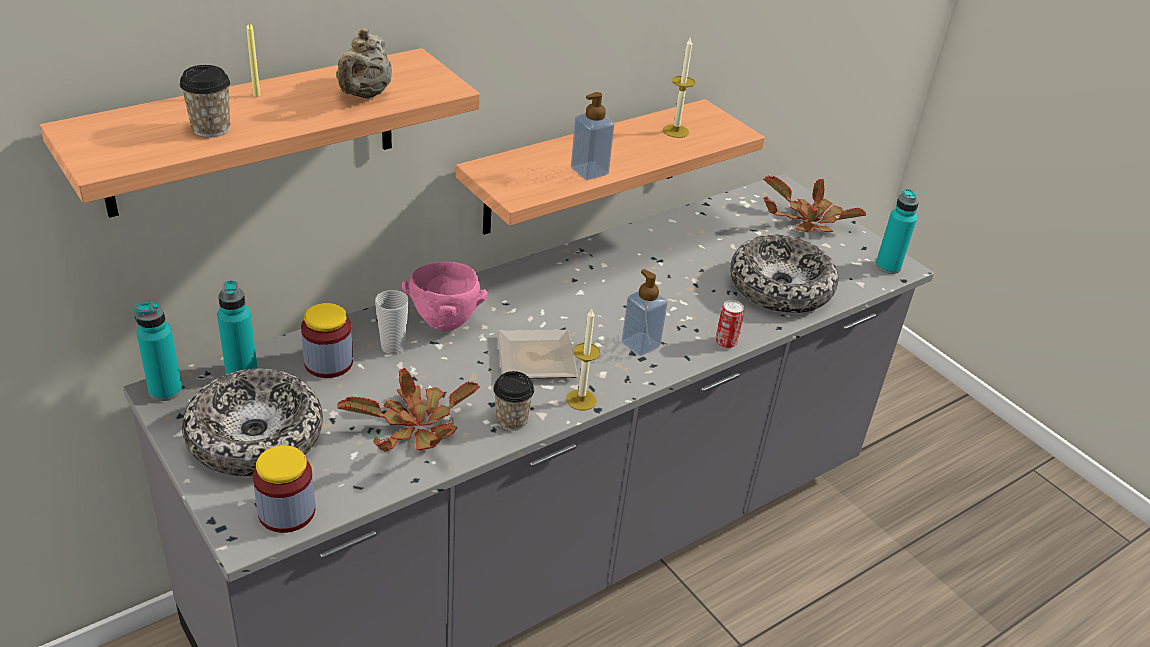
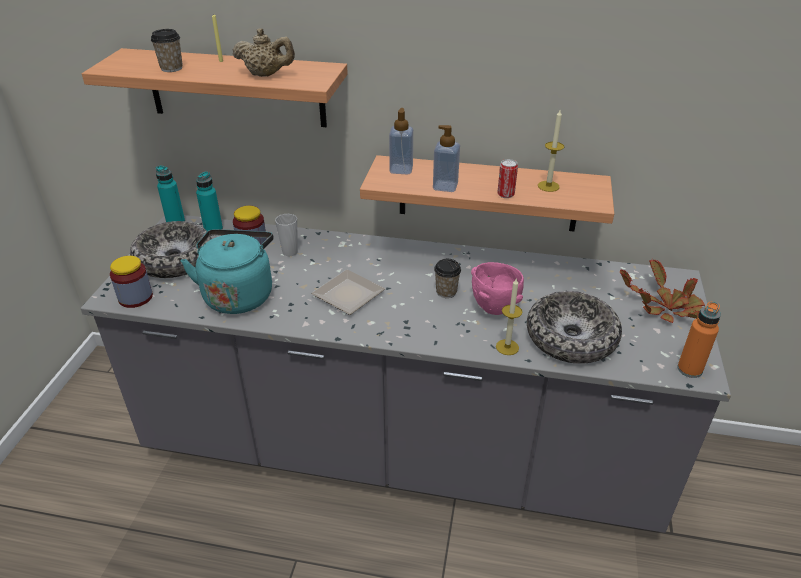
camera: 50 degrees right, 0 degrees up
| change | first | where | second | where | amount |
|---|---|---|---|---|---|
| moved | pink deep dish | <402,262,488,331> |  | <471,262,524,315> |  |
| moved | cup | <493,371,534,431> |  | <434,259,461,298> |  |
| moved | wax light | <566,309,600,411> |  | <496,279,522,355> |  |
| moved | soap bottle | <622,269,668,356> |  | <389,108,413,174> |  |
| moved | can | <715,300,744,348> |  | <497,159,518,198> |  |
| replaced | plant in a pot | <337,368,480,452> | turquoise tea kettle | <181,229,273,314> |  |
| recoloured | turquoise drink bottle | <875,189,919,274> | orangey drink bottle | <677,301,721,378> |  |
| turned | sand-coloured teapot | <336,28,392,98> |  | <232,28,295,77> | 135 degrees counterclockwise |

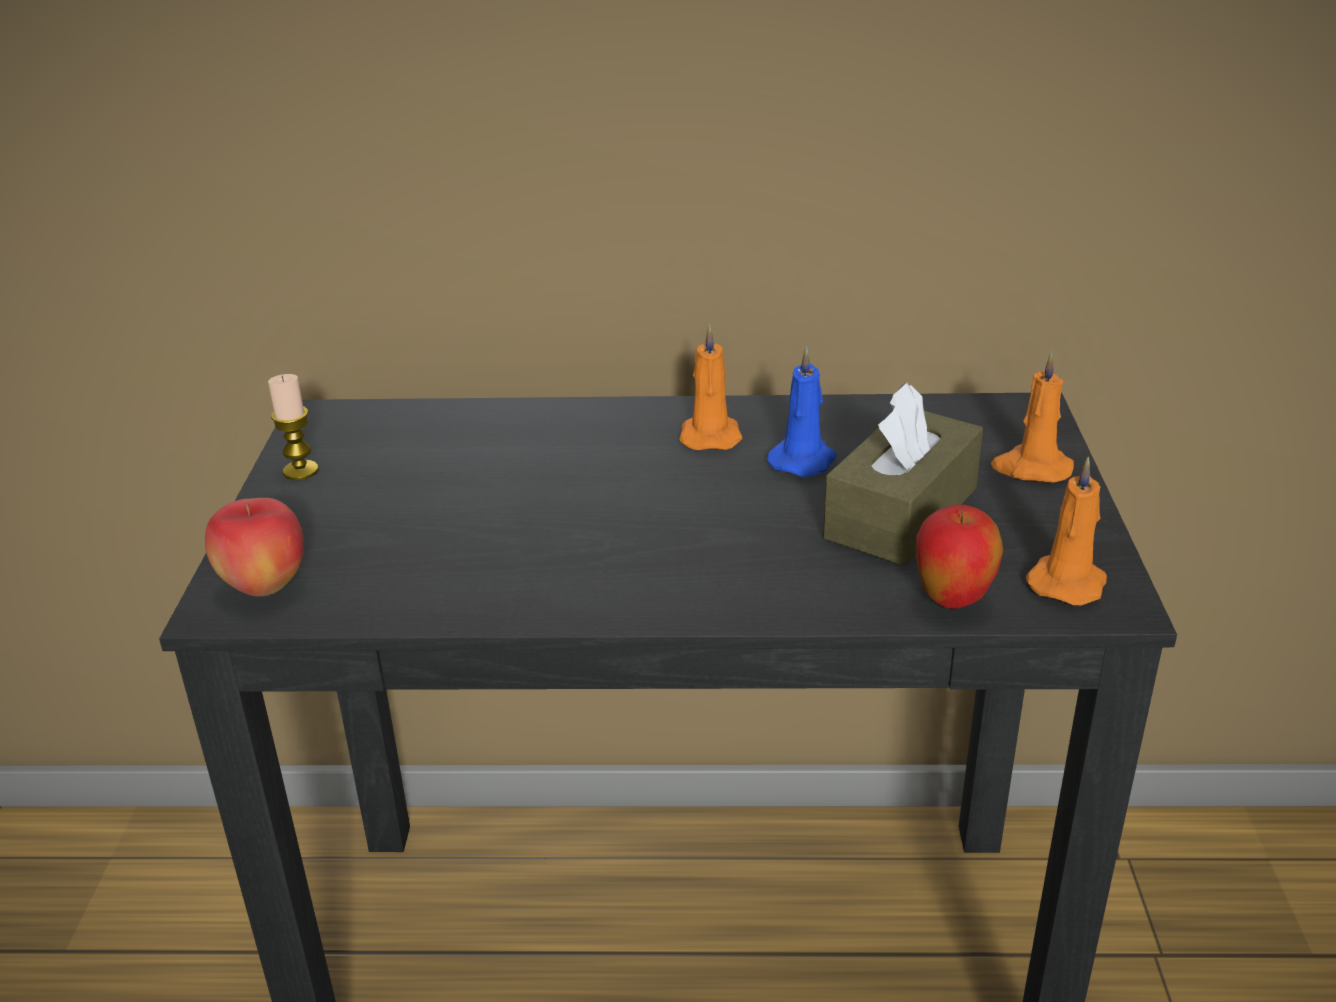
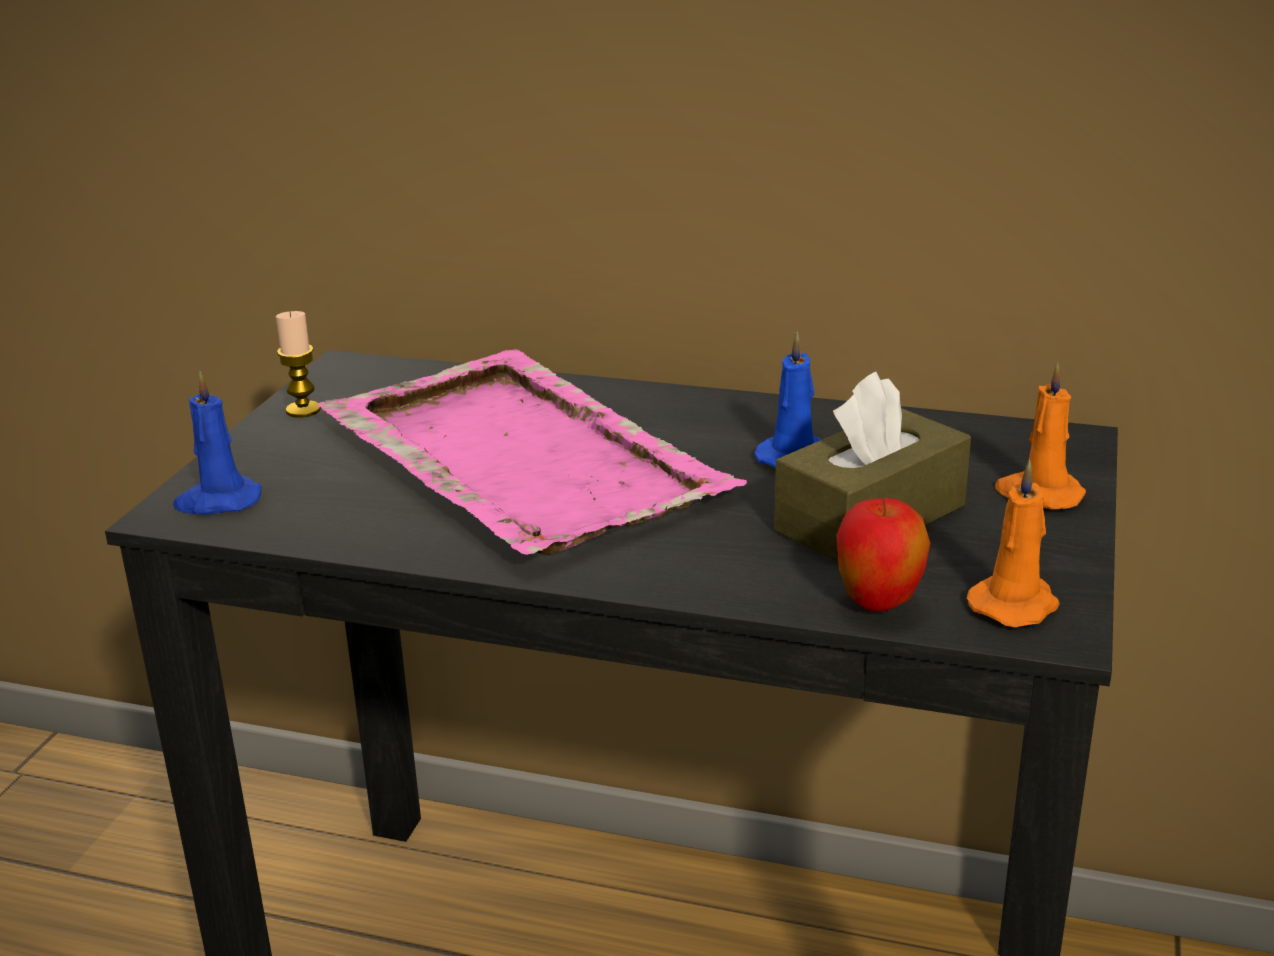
camera: 15 degrees right, 5 degrees down
| change | first | where | second | where | amount |
|---|---|---|---|---|---|
| removed | orangey wax light | <679,324,742,450> |  |  |  |
| added |  |  | pink serving tray | <317,349,747,555> |  |
| replaced | whole apple | <205,498,304,597> | blue wax light | <173,371,262,515> |  |

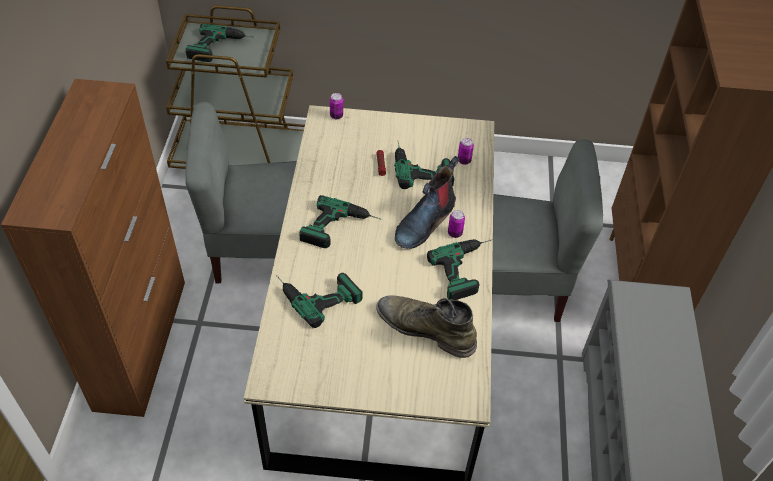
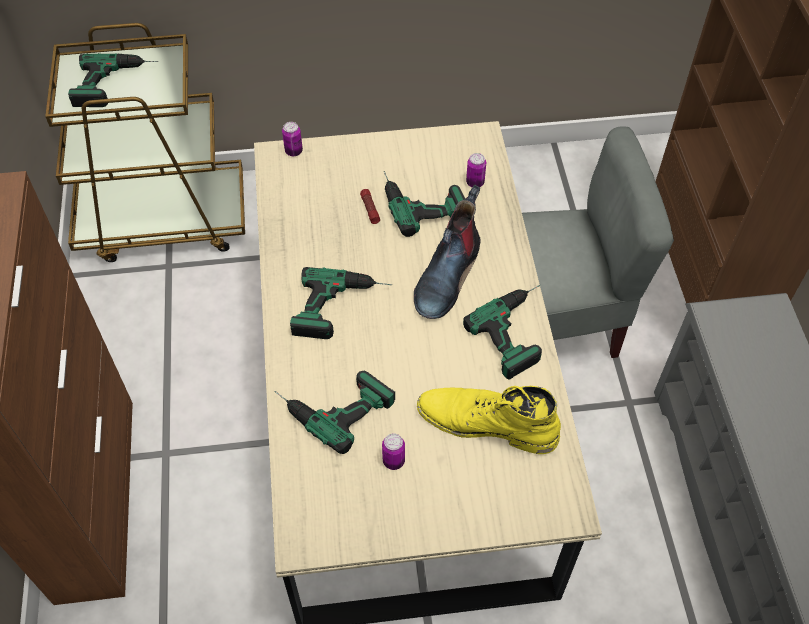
camera: 10 degrees left, 5 degrees up
| change | first | where | second | where | amount |
|---|---|---|---|---|---|
| removed | gray chair | <185,102,297,284> |  |  |  |
| moved | can | <448,210,465,238> |  | <382,433,405,470> |  |
| recoloured | green-coloured high-top boot | <376,295,477,358> | yellowish high-top boot | <417,386,561,454> |  |

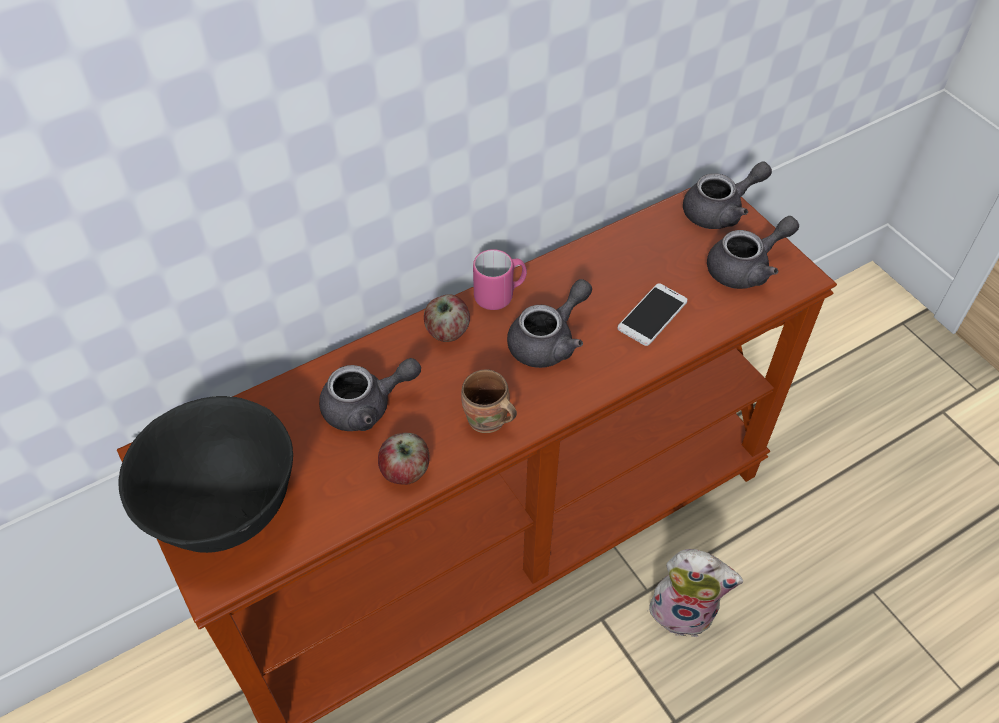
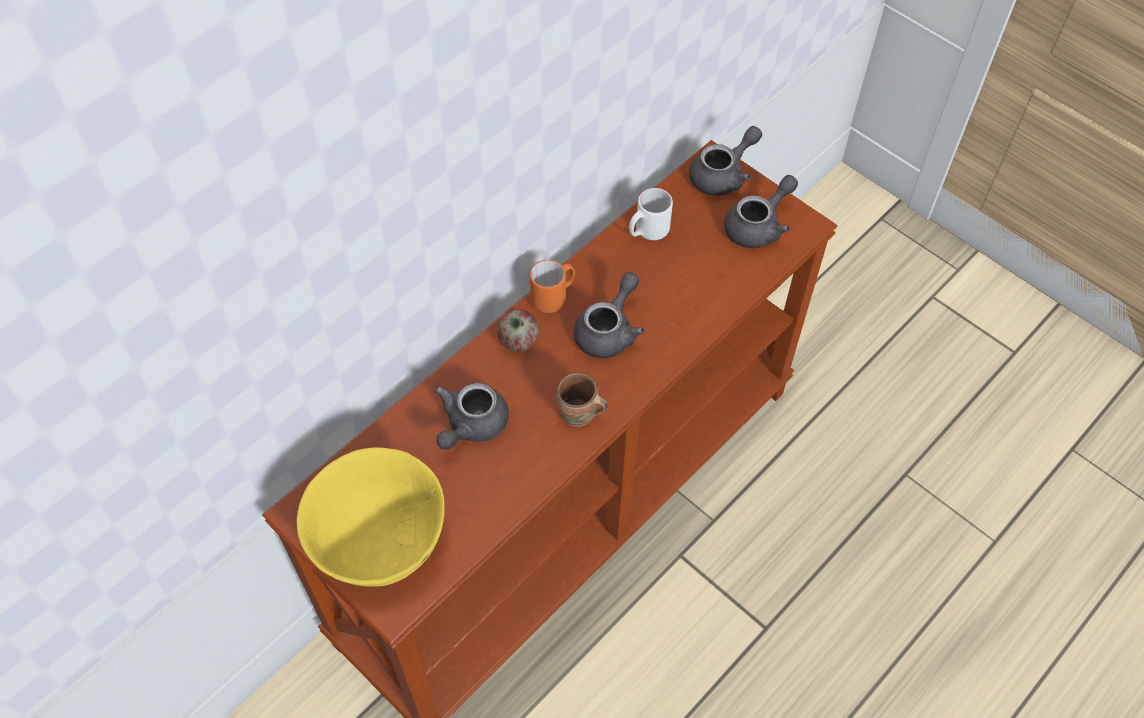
camera: 15 degrees left, 5 degrees up
| change | first | where | second | where | amount |
|---|---|---|---|---|---|
| removed | whole apple | <378,433,429,485> |  |  |  |
| removed | handset | <617,283,688,346> |  |  |  |
| removed | plush toy | <649,549,743,637> |  |  |  |
| added |  |  | whitish mug | <629,188,673,240> |  |
| recoloured | black deep dish | <118,396,293,553> | yellowish deep dish | <297,447,445,587> |  |
| recoloured | pink mug | <473,249,527,310> | orangey mug | <530,260,575,313> |  |
| turned | gray teapot | <319,358,421,431> |  | <434,383,509,450> | 150 degrees clockwise |

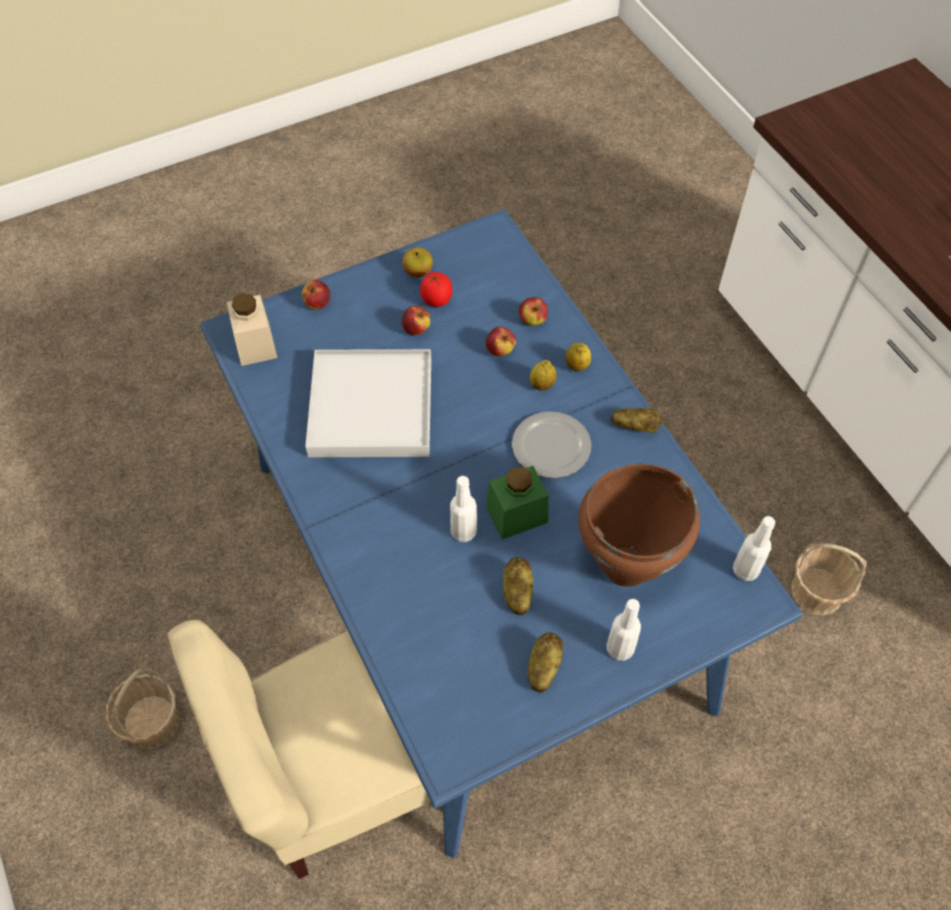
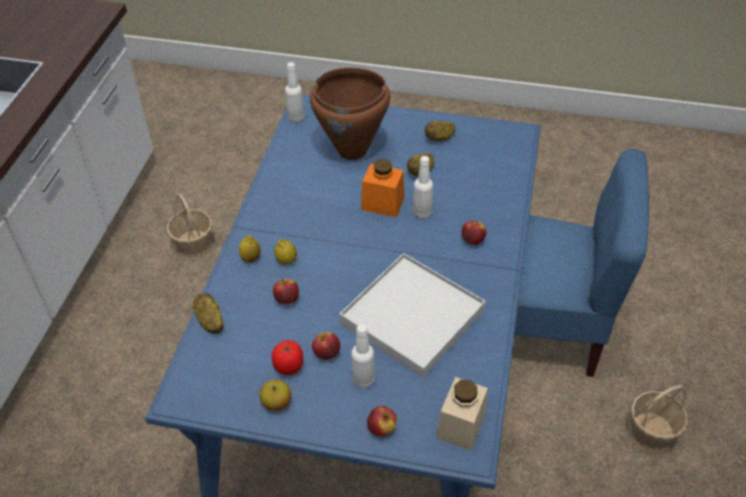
camera: 140 degrees left, 10 degrees down
| change | first | where | second | where | amount |
|---|---|---|---|---|---|
| removed | dinner plate | <512,412,591,478> |  |  |  |
| moved | whole apple | <519,297,548,326> |  | <461,220,487,245> |  |
| moved | whitish drink bottle | <606,599,641,661> |  | <351,324,375,388> |  |
| moved | spud | <611,408,663,433> |  | <193,293,224,334> |  |
| recoloured | sand-coloured chair | <168,620,431,879> | blue chair | <514,149,650,377> |  |
| recoloured | green-coloured storage jar | <486,466,549,539> | orangey storage jar | <361,159,404,217> |  |

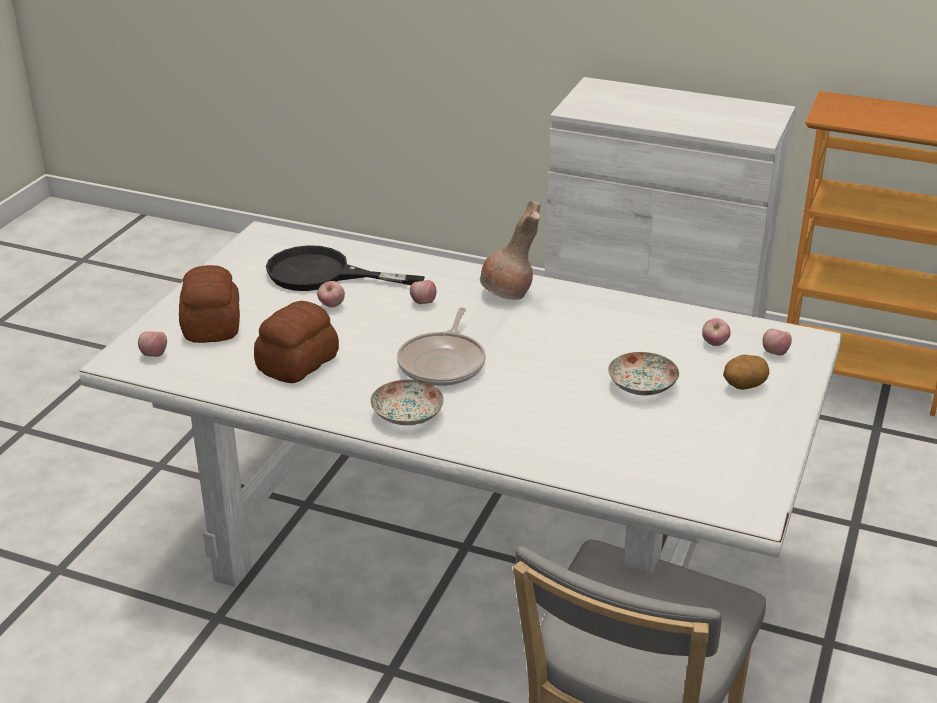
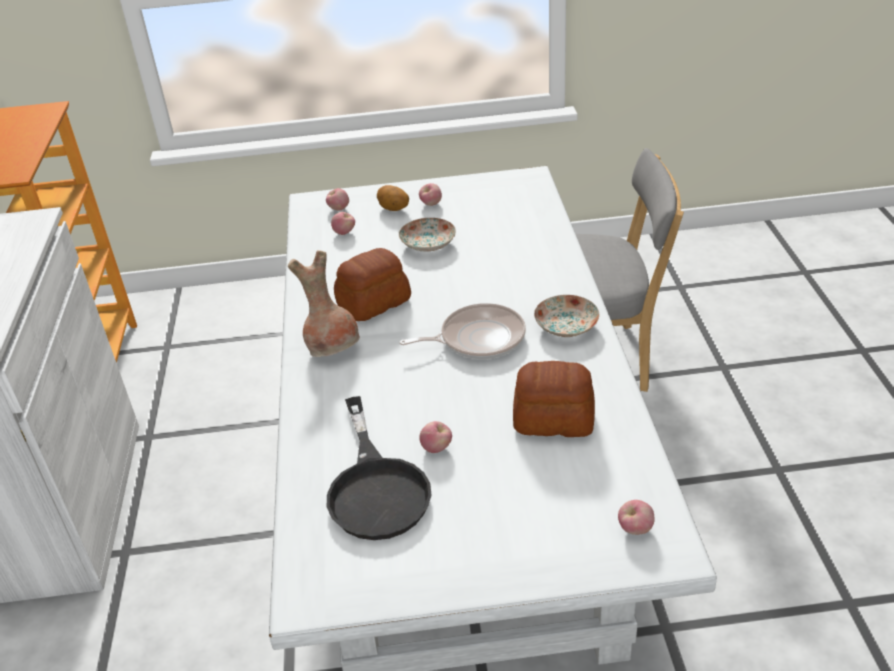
camera: 115 degrees left, 5 degrees up
| change | first | where | second | where | amount |
|---|---|---|---|---|---|
| moved | bread | <179,265,240,343> |  | <334,248,411,321> |  |
| moved | whole apple | <410,280,437,304> |  | <419,183,442,206> |  |

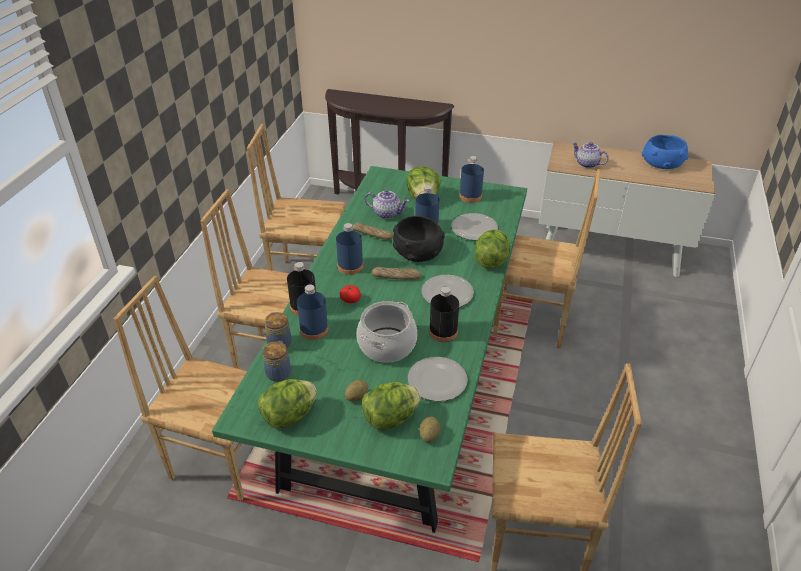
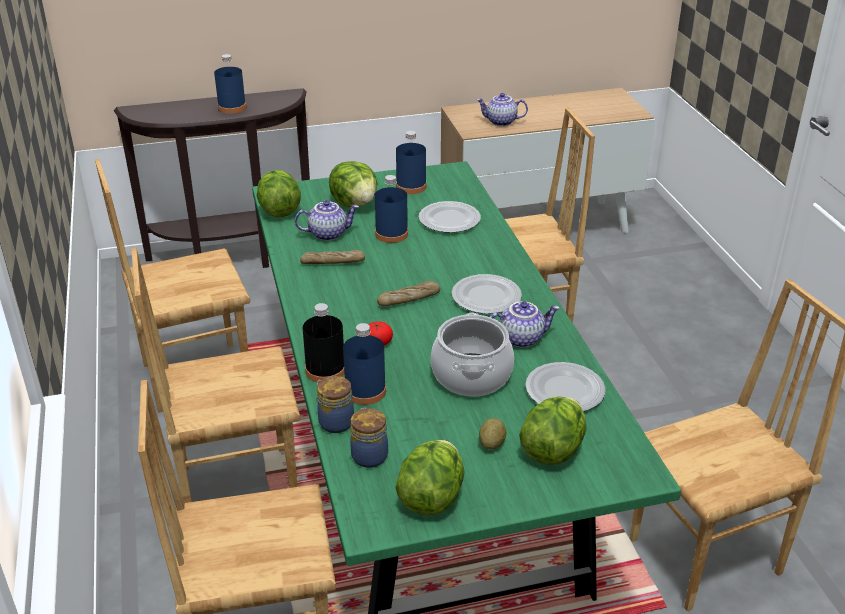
camera: 30 degrees left, 5 degrees down
| change | first | where | second | where | amount |
|---|---|---|---|---|---|
| removed | black deep dish | <393,216,445,262> |  |  |  |
| removed | spud | <419,417,440,442> |  |  |  |
| removed | blue deep dish | <642,135,689,169> |  |  |  |
| moved | blue drink bottle | <336,223,363,275> |  | <214,54,246,113> |  |
| moved | lettuce | <475,229,510,269> |  | <257,170,301,217> |  |
| replaced | black drink bottle | <429,286,459,342> | teapot | <490,301,560,348> |  |

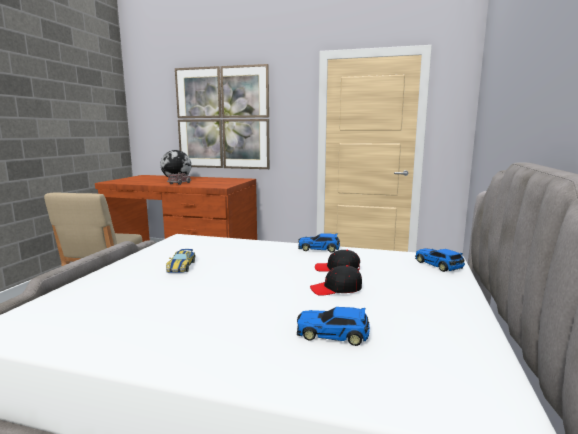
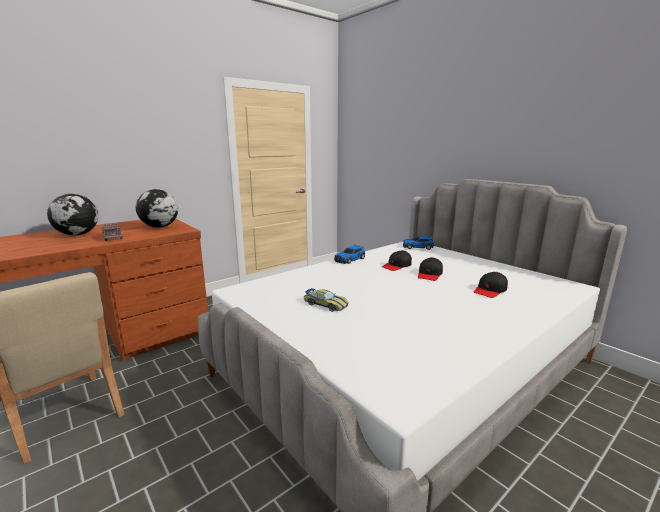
camera: 55 degrees left, 5 degrees up
| change | first | where | second | where | amount |
|---|---|---|---|---|---|
| removed | picture | <175,64,270,169> |  |  |  |
| added |  |  | world globe | <136,189,178,228> |  |
| replaced | toy car | <297,307,370,346> | black peaked cap | <474,272,508,298> |  |

